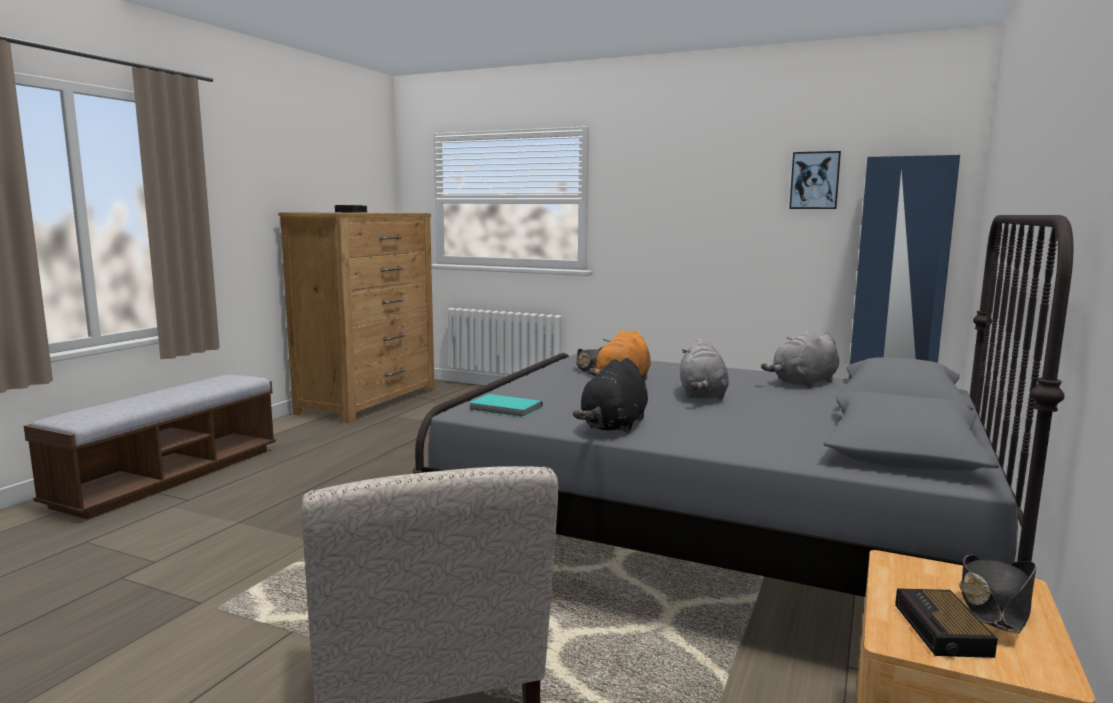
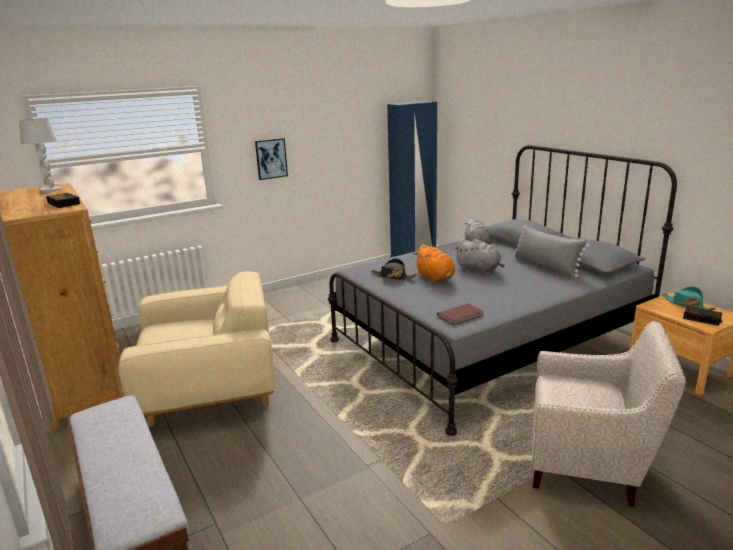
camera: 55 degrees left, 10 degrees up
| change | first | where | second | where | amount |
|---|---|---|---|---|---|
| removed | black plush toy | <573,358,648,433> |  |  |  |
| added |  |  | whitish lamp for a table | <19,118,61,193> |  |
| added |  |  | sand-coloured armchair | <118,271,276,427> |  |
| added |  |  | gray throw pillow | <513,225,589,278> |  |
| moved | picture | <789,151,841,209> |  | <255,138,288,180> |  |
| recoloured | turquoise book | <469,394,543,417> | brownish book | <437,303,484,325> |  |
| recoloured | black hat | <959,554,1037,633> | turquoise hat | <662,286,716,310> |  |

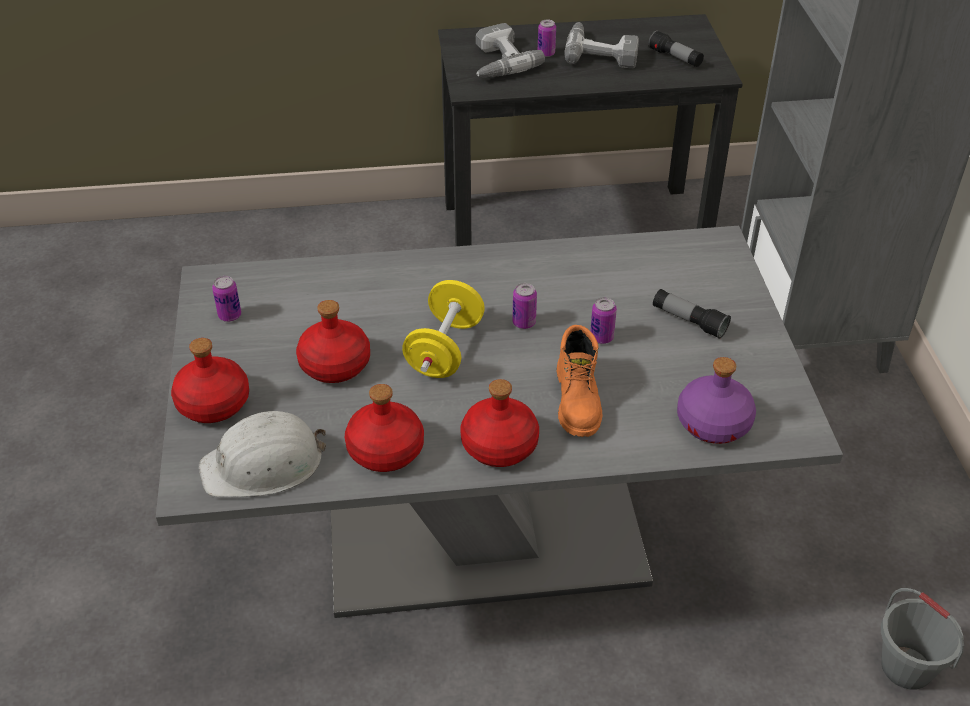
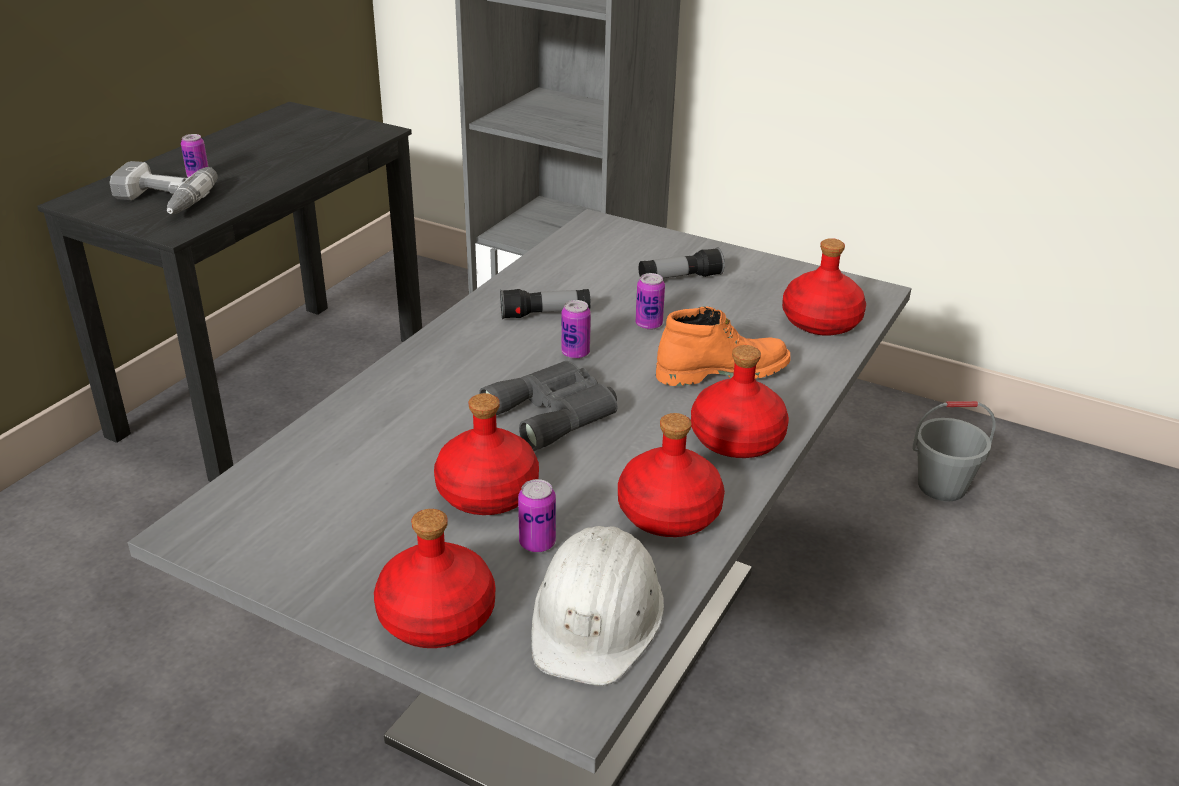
camera: 55 degrees left, 10 degrees down
| change | first | where | second | where | amount |
|---|---|---|---|---|---|
| removed | power drill | <564,22,639,68> |  |  |  |
| moved | can | <212,276,241,322> |  | <518,479,556,552> |  |
| moved | torch | <648,30,704,67> |  | <500,289,591,319> |  |
| replaced | yellowish dumbbell | <402,280,485,378> | gray binoculars | <479,361,617,451> |  |
| recoloured | purple drink bottle | <677,357,756,444> | red-coloured drink bottle | <782,238,866,336> |  |
| turned | orangey high-top boot | <556,325,602,437> |  | <656,306,791,386> | 45 degrees counterclockwise |

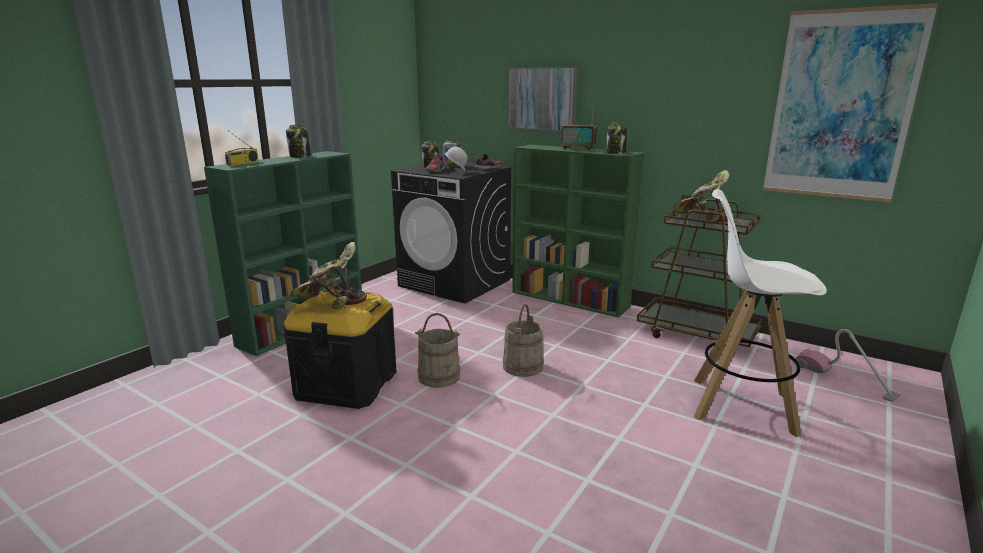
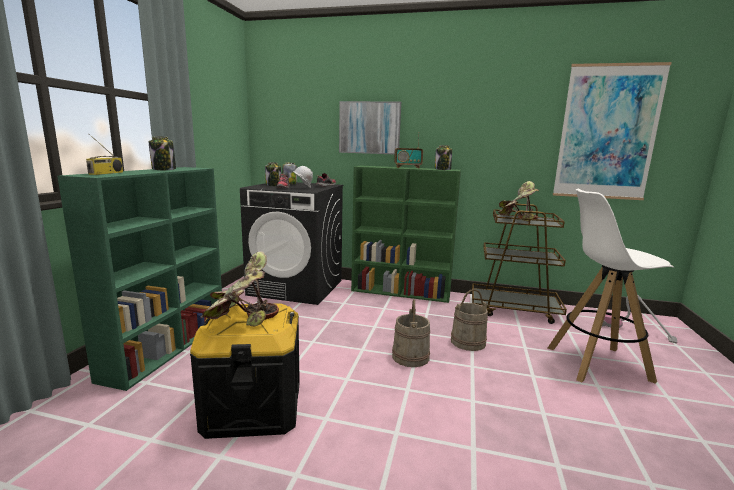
camera: 20 degrees left, 5 degrees down
| change | first | where | second | where | amount |
|---|---|---|---|---|---|
| moved | sand-coloured water bucket | <415,313,460,388> |  | <451,289,488,351> |  |

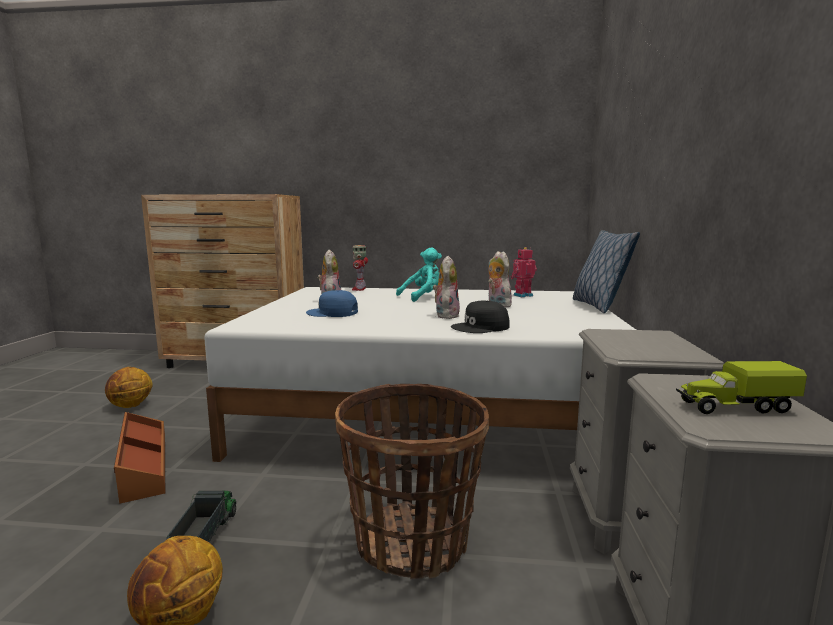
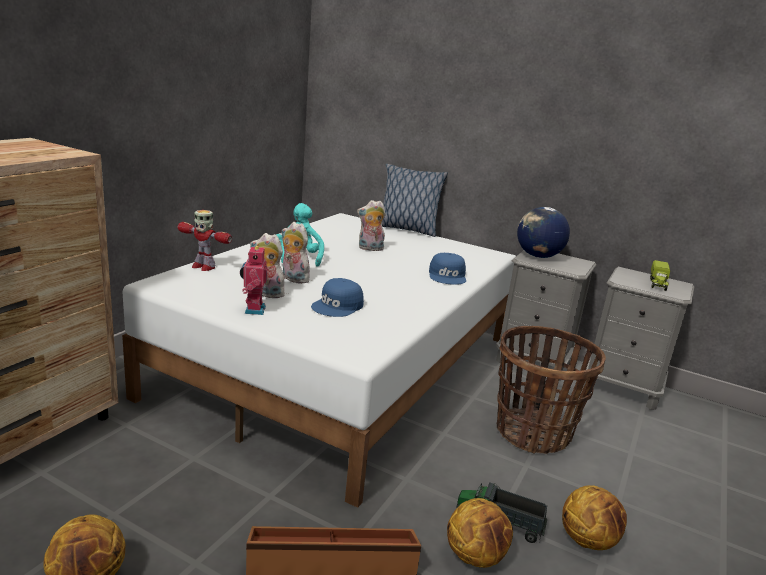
camera: 70 degrees left, 10 degrees up
| change | first | where | second | where | amount |
|---|---|---|---|---|---|
| added |  |  | basketball ball | <447,498,513,568> |  |
| added |  |  | world globe | <517,207,570,258> |  |
| moved | plush toy | <433,256,460,319> |  | <281,222,310,284> |  |
| moved | model robot | <510,247,537,297> |  | <240,244,268,315> |  |
| recoloured | black peaked cap | <451,301,510,333> | blue peaked cap | <429,253,466,285> |  |

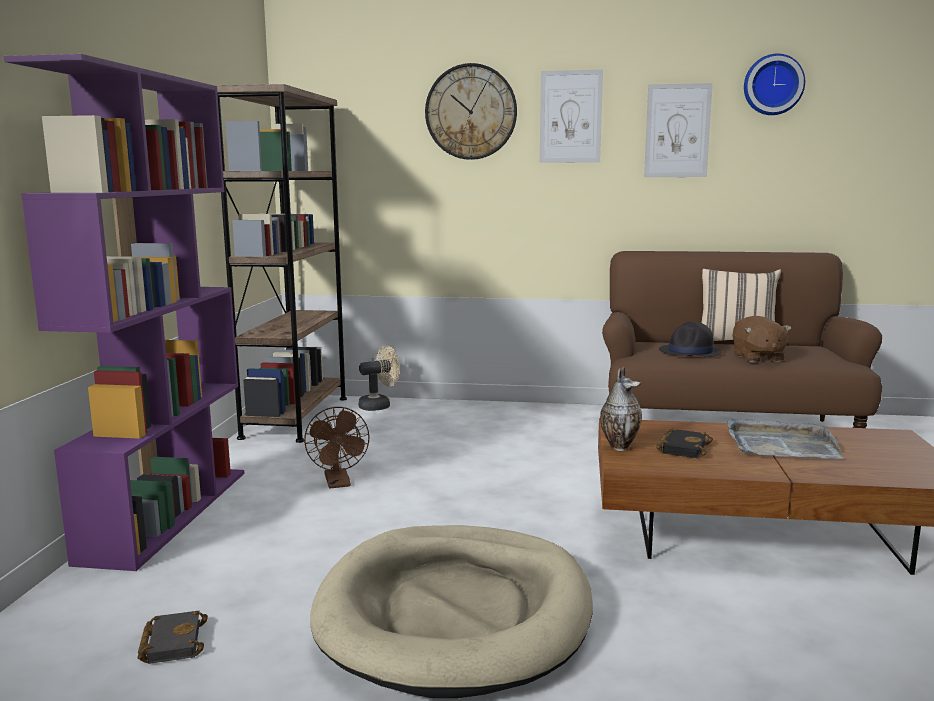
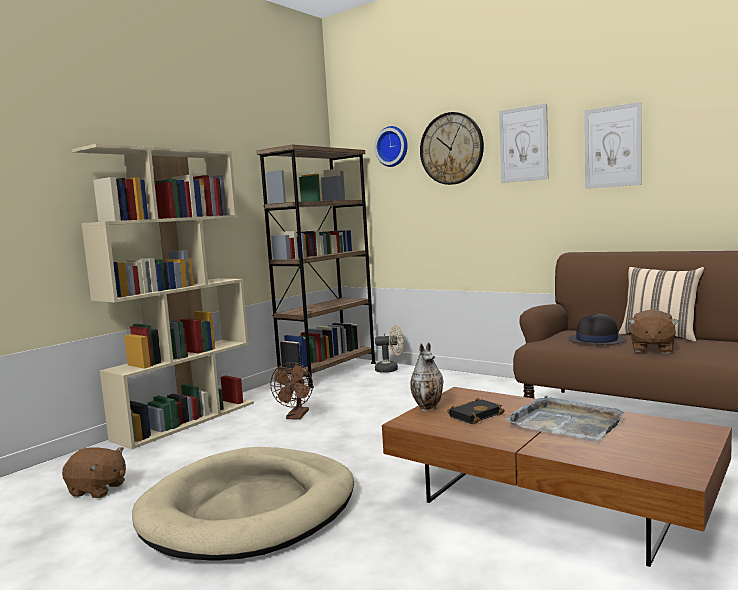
camera: 30 degrees right, 5 degrees down
| change | first | where | second | where | amount |
|---|---|---|---|---|---|
| moved | wall clock | <744,54,805,115> |  | <374,126,408,167> |  |
| replaced | black book | <138,611,208,664> | brownish plush toy | <62,447,126,498> |  |
| recoloured | purple bookcase | <4,54,245,571> | sand-coloured bookcase | <72,144,254,449> |  |

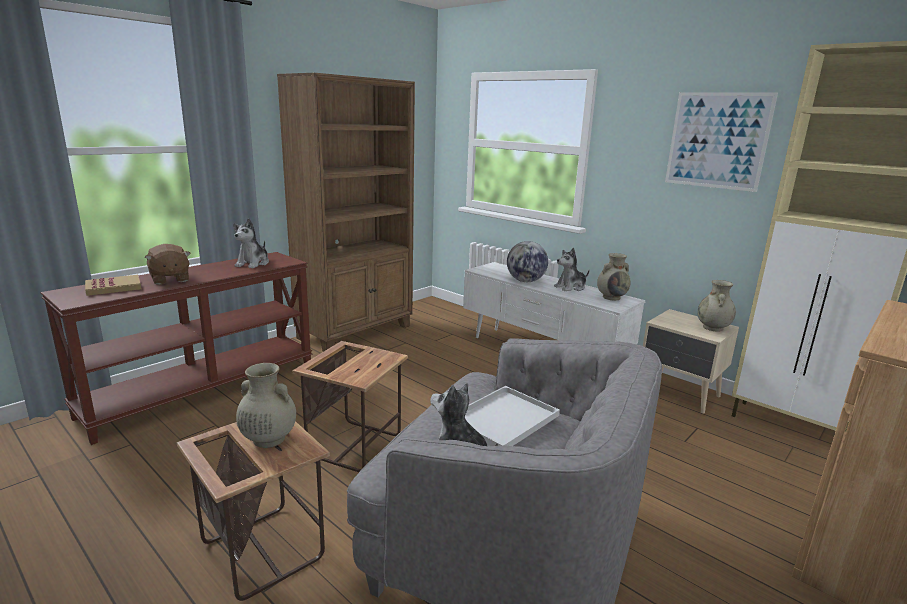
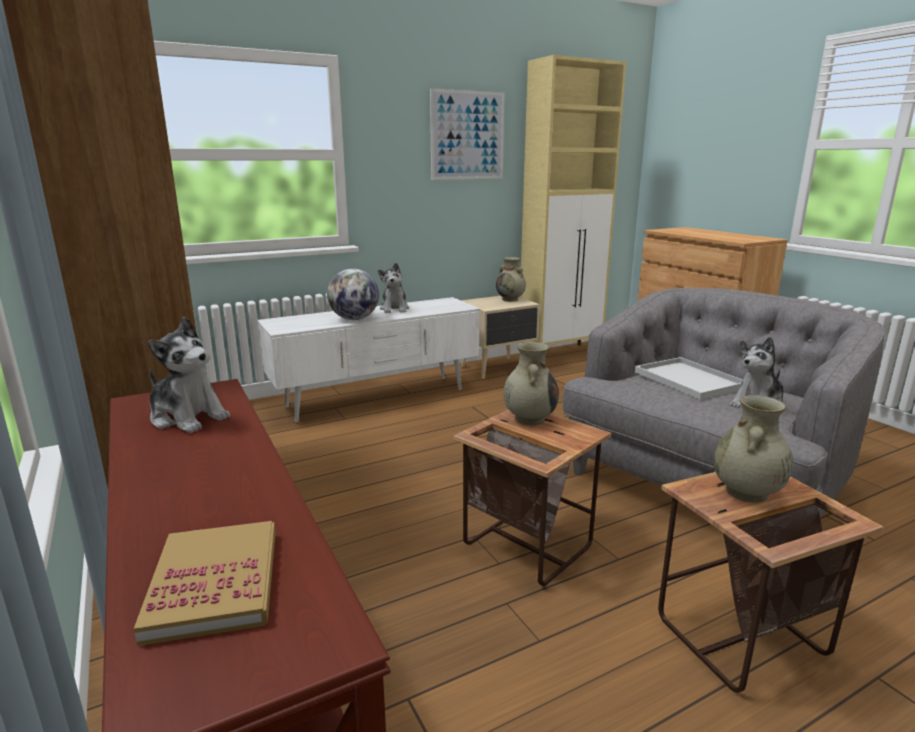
camera: 70 degrees left, 0 degrees up
| change | first | where | second | where | amount |
|---|---|---|---|---|---|
| removed | brownish plush toy | <145,244,191,285> |  |  |  |
| moved | sand-coloured vase | <597,253,631,301> |  | <503,342,559,425> |  |

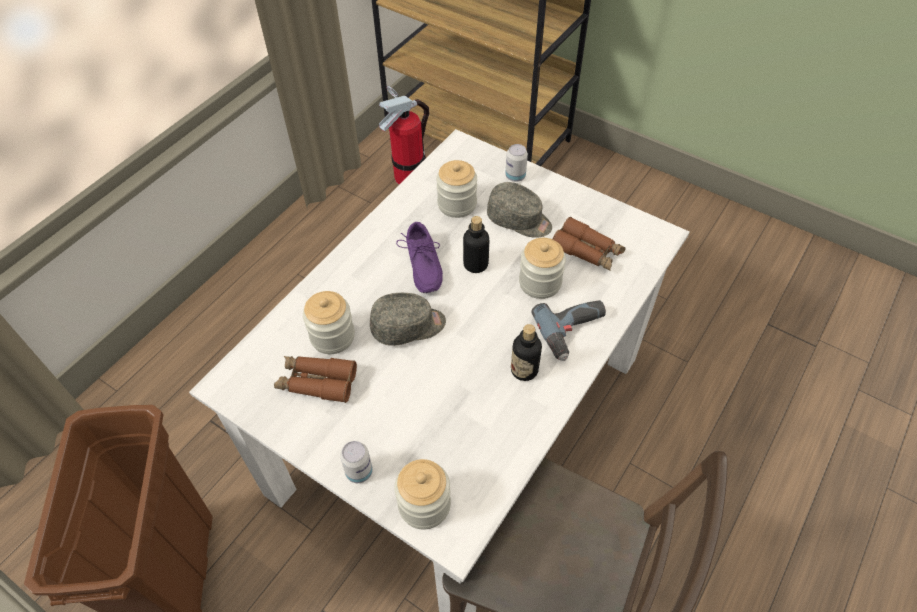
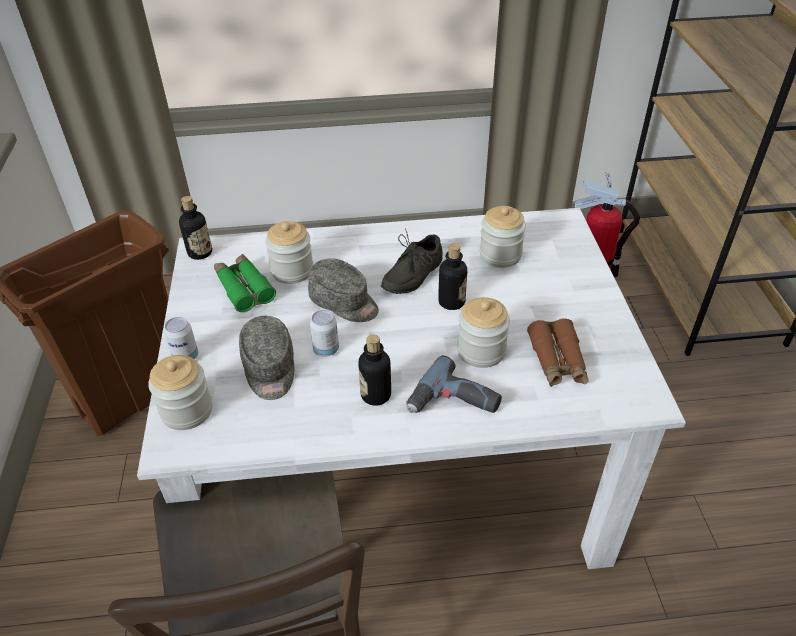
camera: 50 degrees right, 10 degrees down
| change | first | where | second | where | amount |
|---|---|---|---|---|---|
| added |  |  | drink bottle | <179,196,212,260> |  |
| moved | gray peaked cap | <487,182,552,238> |  | <239,316,294,400> |  |
| moved | can | <505,144,528,182> |  | <310,310,339,357> |  |
| recoloured | brownish binoculars | <274,356,357,403> | green-coloured binoculars | <214,254,276,312> |  |
| recoloured | purple item of footwear | <396,222,443,293> | gray item of footwear | <381,228,443,294> |  |

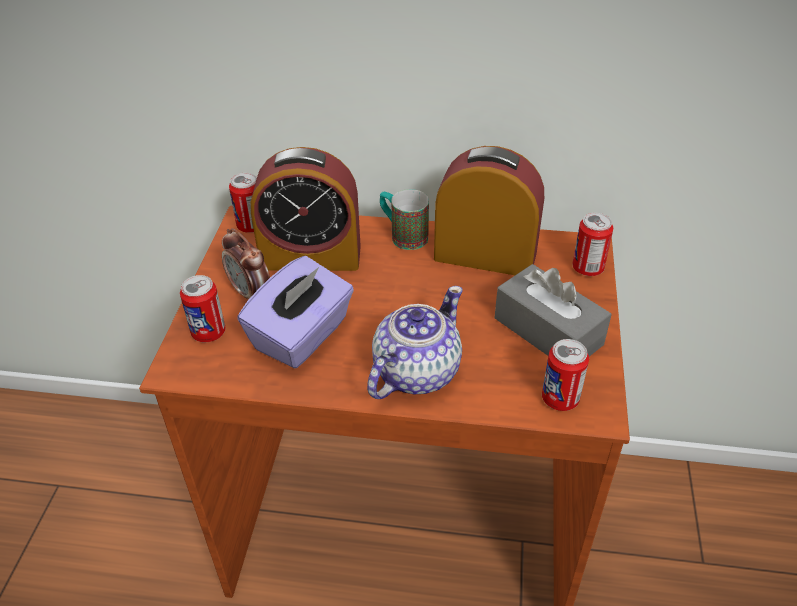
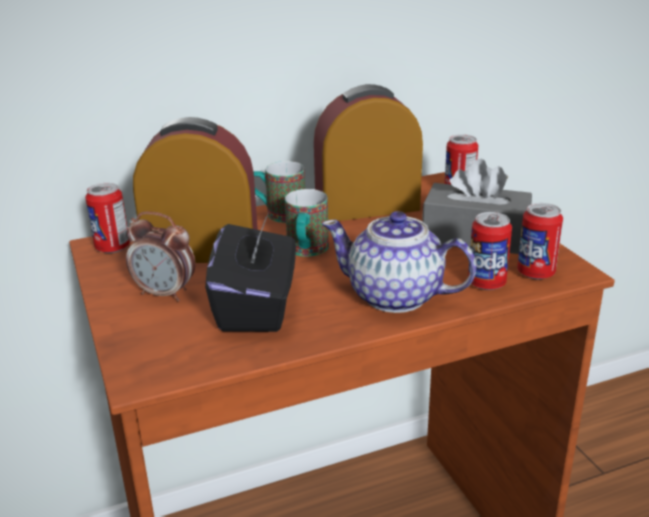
camera: 30 degrees left, 15 degrees down
| change | first | where | second | where | amount |
|---|---|---|---|---|---|
| added |  |  | mug | <285,189,329,257> |  |
| moved | can | <180,275,226,342> |  | <468,212,512,290> |  |
| recoloured | purple box of tissues | <237,256,354,369> | black box of tissues | <205,214,296,332> |  |
| turned | alarm clock | <251,147,361,271> |  | <133,117,258,263> | 150 degrees counterclockwise |
| turned | teapot | <367,286,463,399> |  | <322,211,477,313> | 75 degrees counterclockwise |

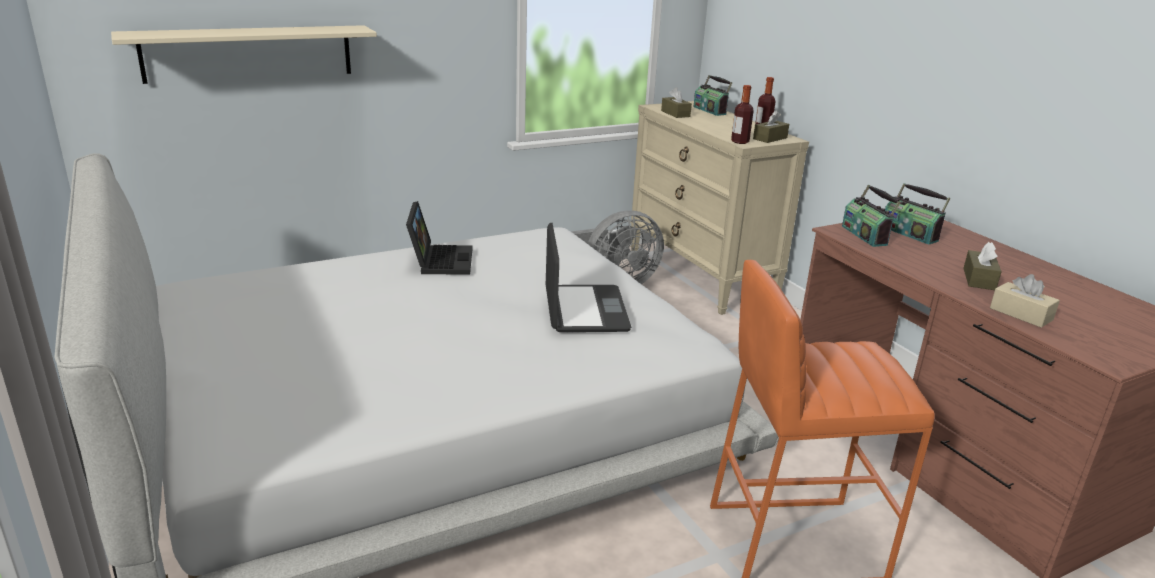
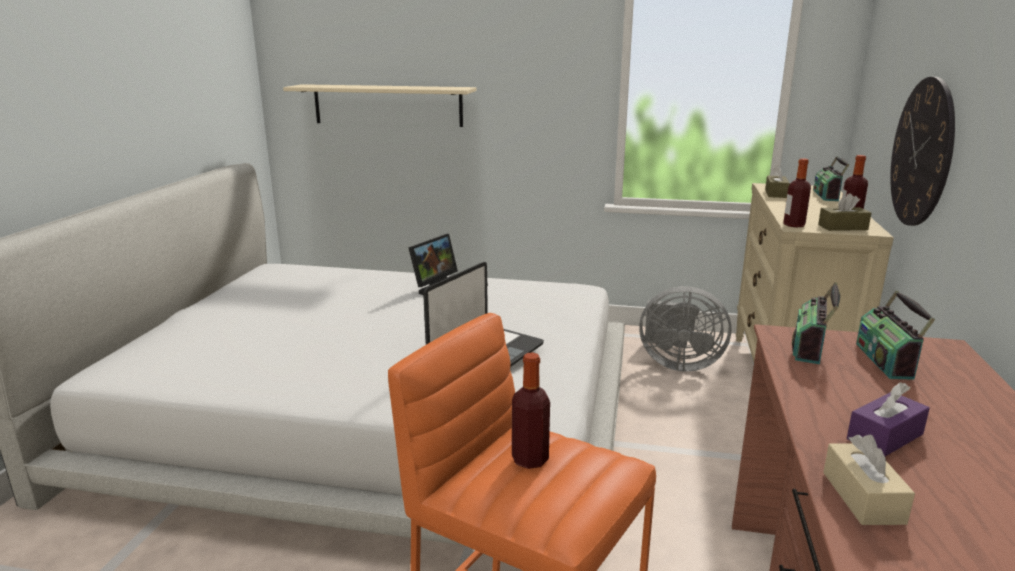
camera: 40 degrees right, 5 degrees down
| change | first | where | second | where | amount |
|---|---|---|---|---|---|
| added |  |  | drink bottle | <512,352,550,469> |  |
| added |  |  | wall clock | <890,77,955,226> |  |
| recoloured | brownish box of tissues | <963,242,1002,290> | purple box of tissues | <847,382,930,456> |  |

